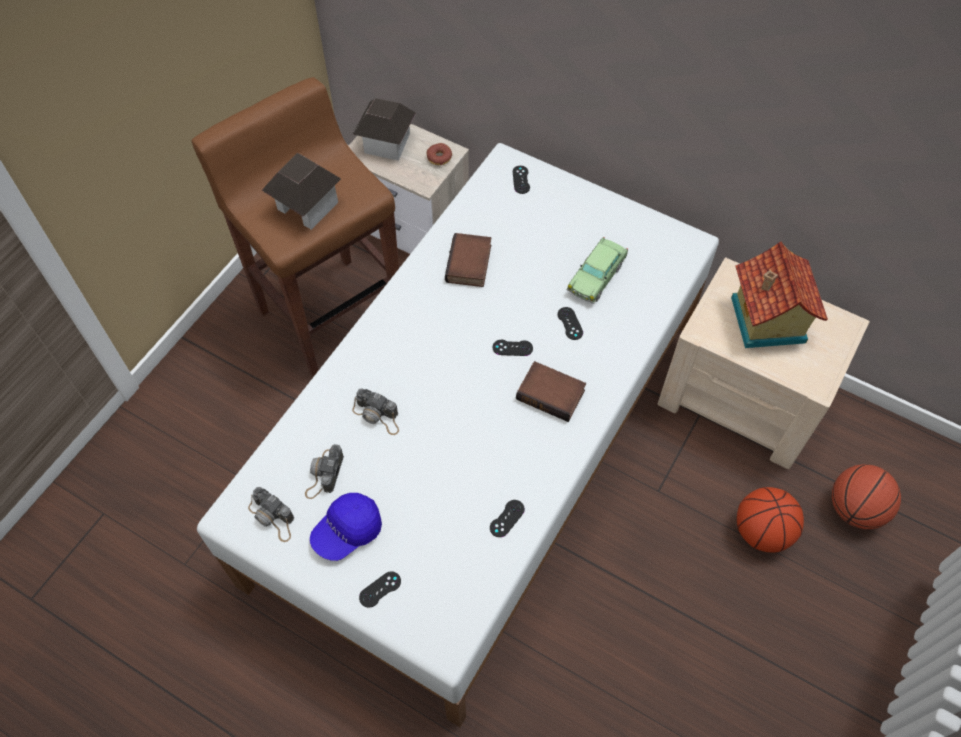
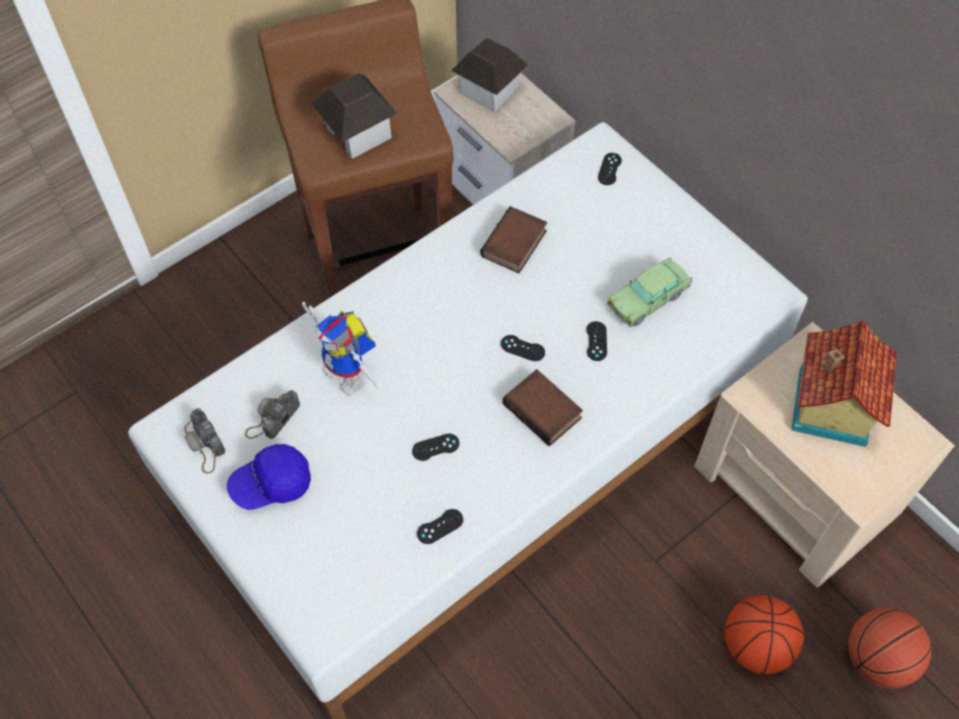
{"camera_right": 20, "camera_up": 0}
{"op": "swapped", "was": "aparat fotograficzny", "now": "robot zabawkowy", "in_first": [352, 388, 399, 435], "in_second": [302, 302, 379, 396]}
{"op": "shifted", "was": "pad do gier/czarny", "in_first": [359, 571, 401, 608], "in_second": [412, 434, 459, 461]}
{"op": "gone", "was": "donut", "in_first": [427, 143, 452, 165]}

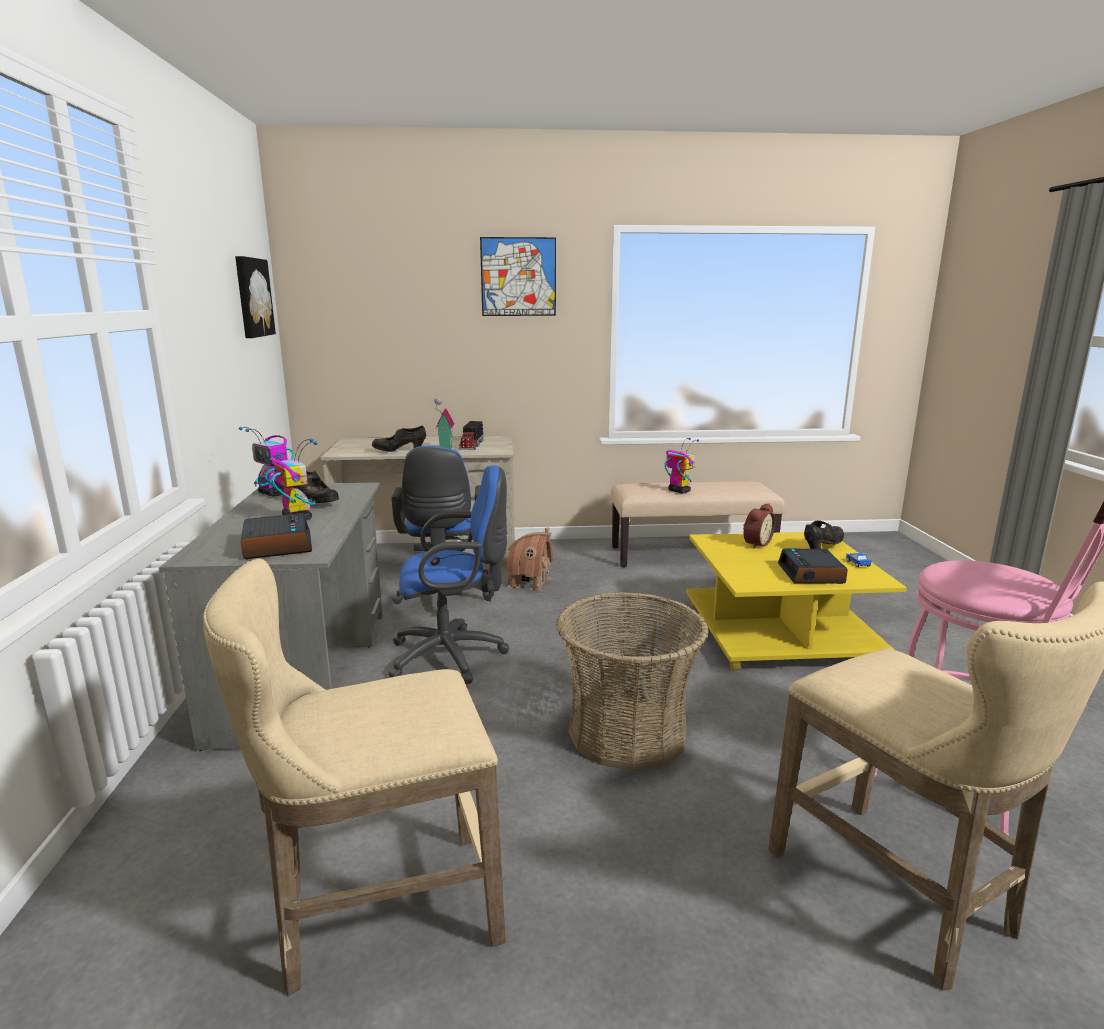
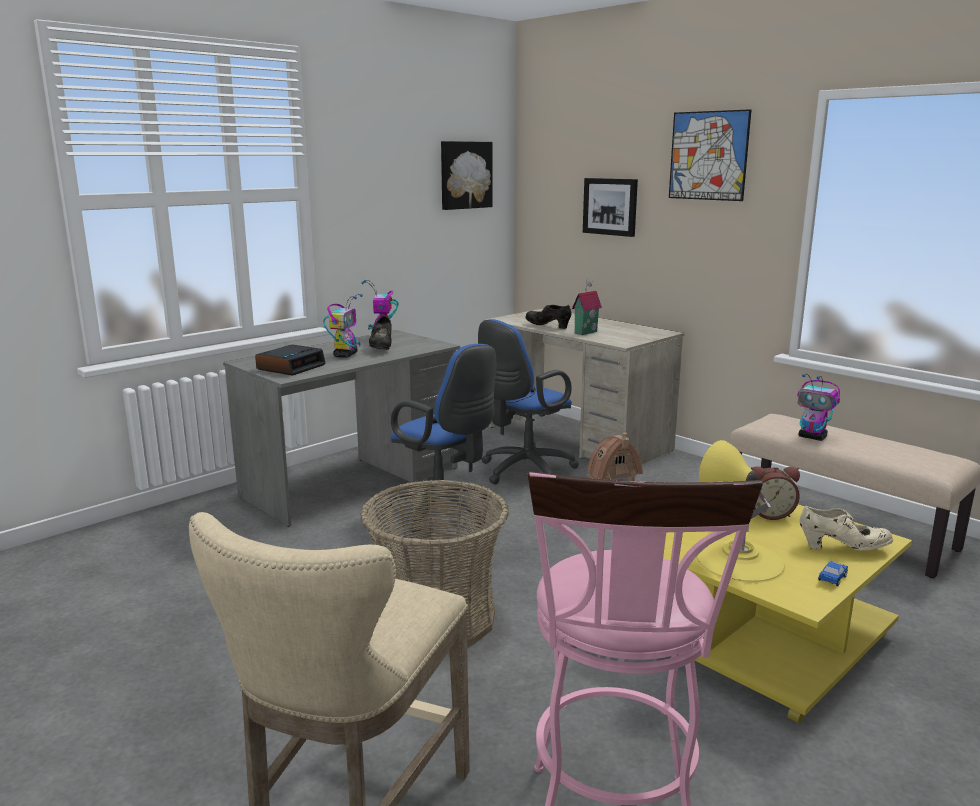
{"camera_right": 50, "camera_up": 0}
{"op": "new", "now": "obraz", "in_second": [583, 178, 638, 237]}
{"op": "swapped", "was": "budzik", "now": "lampa stołowa/żółty", "in_first": [778, 549, 848, 584], "in_second": [695, 440, 785, 583]}
{"op": "rotated", "was": "robot zabawkowy", "in_first": [665, 438, 699, 494], "in_second": [798, 374, 840, 441], "clockwise": 120}
{"op": "repainted", "was": "but/czarny", "now": "but/beżowy", "in_first": [804, 521, 844, 549], "in_second": [800, 506, 893, 551]}
{"op": "gone", "was": "stołek/beżowy", "in_first": [203, 559, 506, 996]}
{"op": "gone", "was": "ciężarówka zabawkowa", "in_first": [459, 421, 484, 450]}

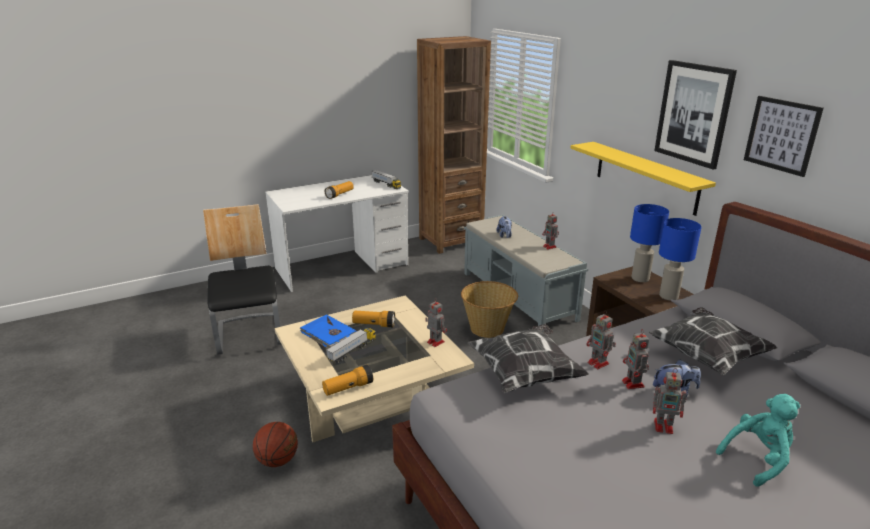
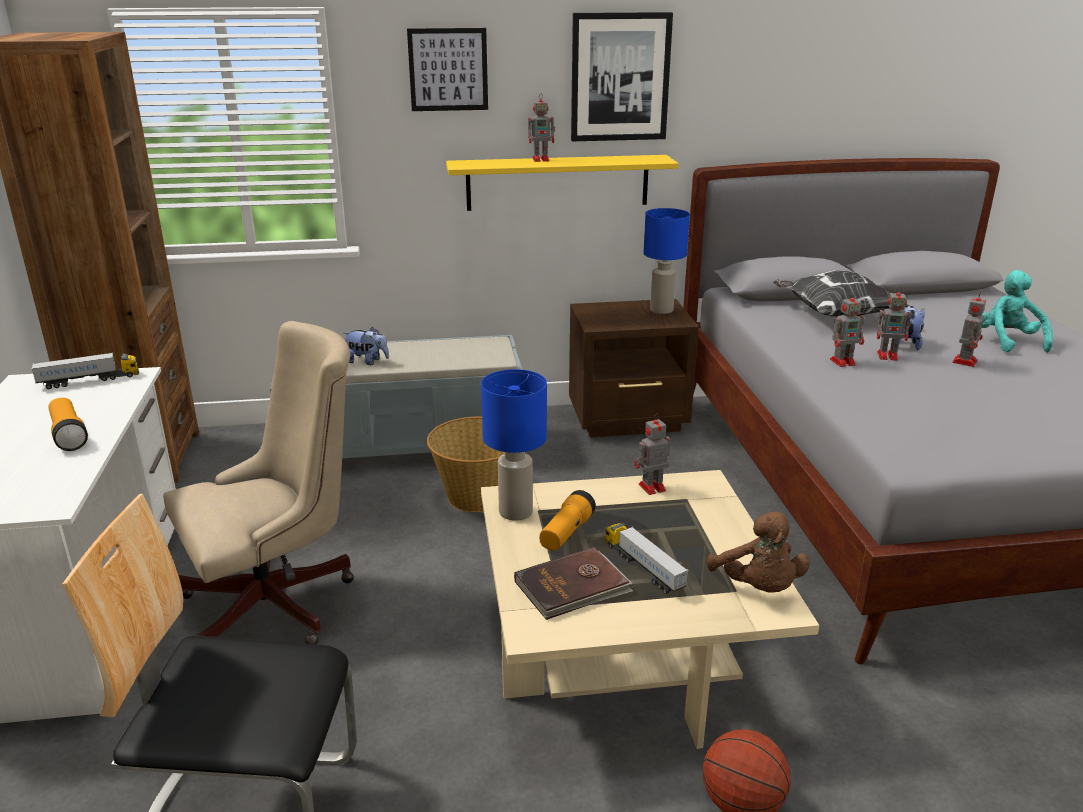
{"camera_right": -70, "camera_up": 0}
{"op": "new", "now": "krzesło biurowe/beżowy", "in_second": [163, 321, 354, 644]}
{"op": "shifted", "was": "obraz", "in_first": [744, 96, 824, 177], "in_second": [407, 28, 488, 111]}
{"op": "shifted", "was": "lampa stołowa/niebieski", "in_first": [630, 204, 669, 282], "in_second": [481, 369, 547, 521]}
{"op": "repainted", "was": "książka/niebieski", "now": "książka/brązowy", "in_first": [300, 314, 357, 349], "in_second": [514, 547, 633, 620]}
{"op": "shifted", "was": "robot zabawkowy", "in_first": [542, 211, 559, 250], "in_second": [528, 93, 555, 162]}
{"op": "swapped", "was": "latarka", "now": "pluszak/brązowy", "in_first": [322, 365, 373, 396], "in_second": [707, 511, 810, 593]}
{"op": "gone", "was": "poduszka", "in_first": [468, 324, 589, 393]}

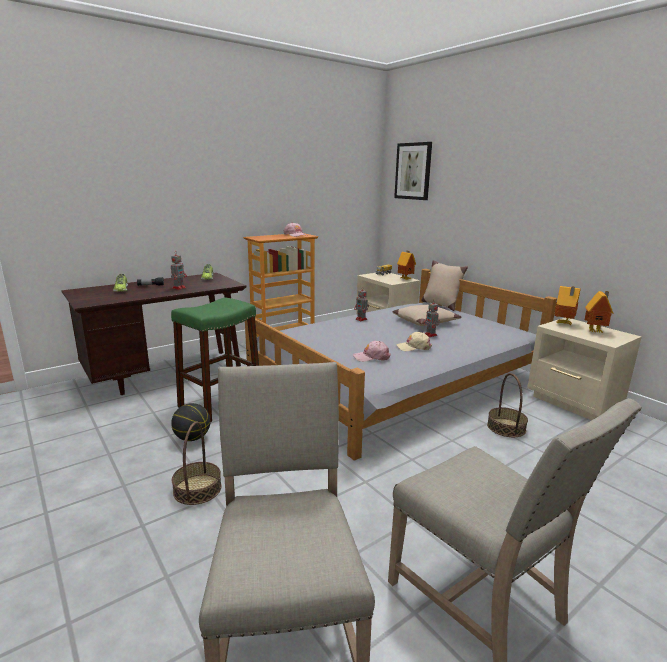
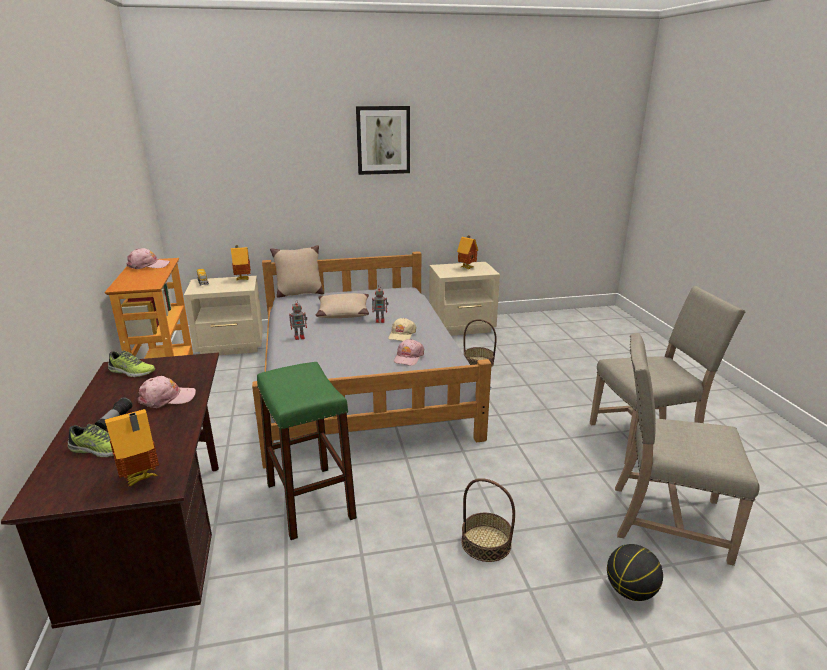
{"camera_right": -65, "camera_up": 5}
{"op": "shifted", "was": "domek", "in_first": [554, 286, 581, 326], "in_second": [105, 409, 159, 486]}
{"op": "swapped", "was": "robot zabawkowy", "now": "czapka z daszkiem/różowy", "in_first": [171, 252, 187, 290], "in_second": [138, 376, 196, 408]}
{"op": "shifted", "was": "obraz", "in_first": [394, 142, 432, 200], "in_second": [356, 106, 410, 175]}
{"op": "shifted", "was": "piłka do koszykówki", "in_first": [171, 403, 210, 441], "in_second": [607, 544, 663, 601]}

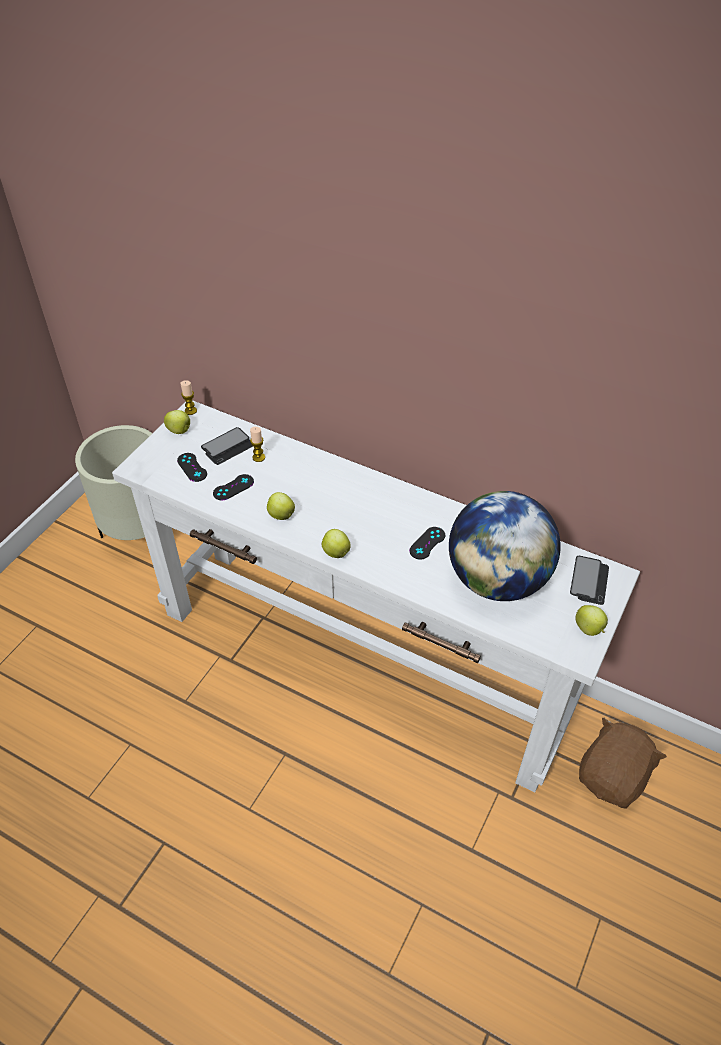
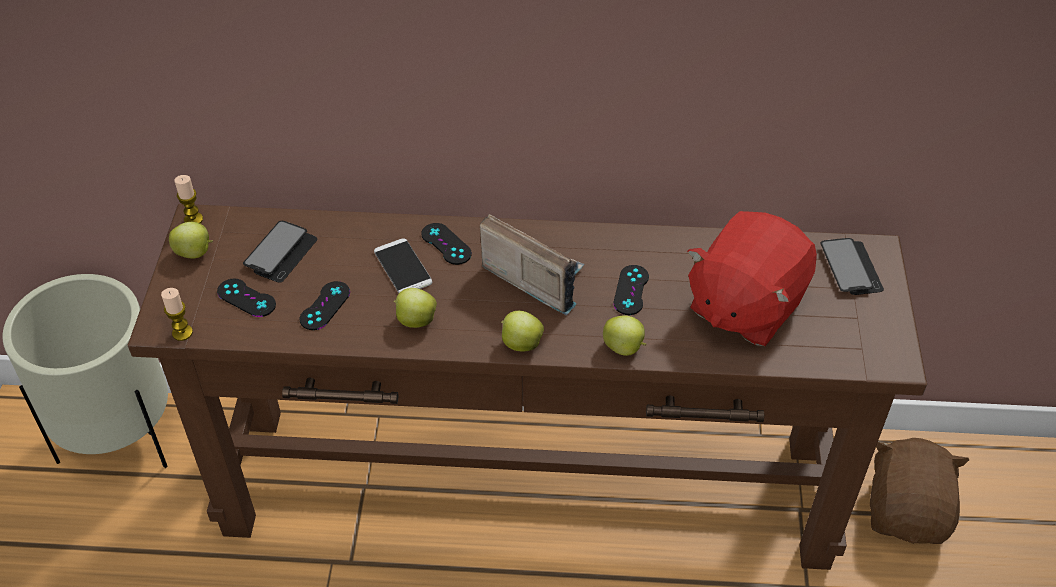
{"camera_right": -25, "camera_up": 0}
{"op": "repainted", "was": "stolik konsolowy/biały", "now": "stolik konsolowy/brązowy", "in_first": [112, 400, 640, 792], "in_second": [128, 204, 927, 570]}
{"op": "shifted", "was": "świeca", "in_first": [250, 427, 265, 462], "in_second": [161, 288, 193, 341]}
{"op": "new", "now": "telefon", "in_second": [374, 238, 432, 293]}
{"op": "new", "now": "pad do gier/czarny", "in_second": [421, 223, 472, 265]}
{"op": "new", "now": "radio", "in_second": [480, 214, 585, 315]}
{"op": "shifted", "was": "jabłko", "in_first": [575, 605, 608, 636], "in_second": [603, 316, 647, 356]}
{"op": "swapped", "was": "globus", "now": "pluszak/czerwony", "in_first": [449, 491, 561, 601], "in_second": [687, 211, 817, 346]}

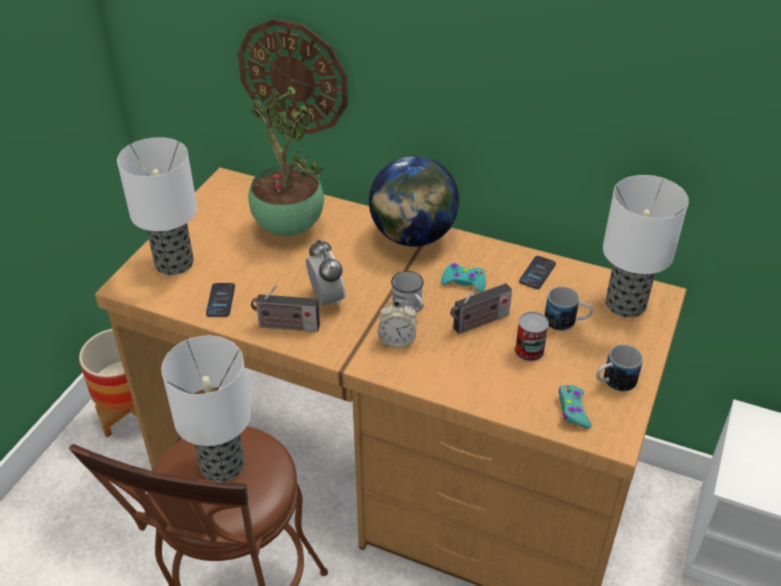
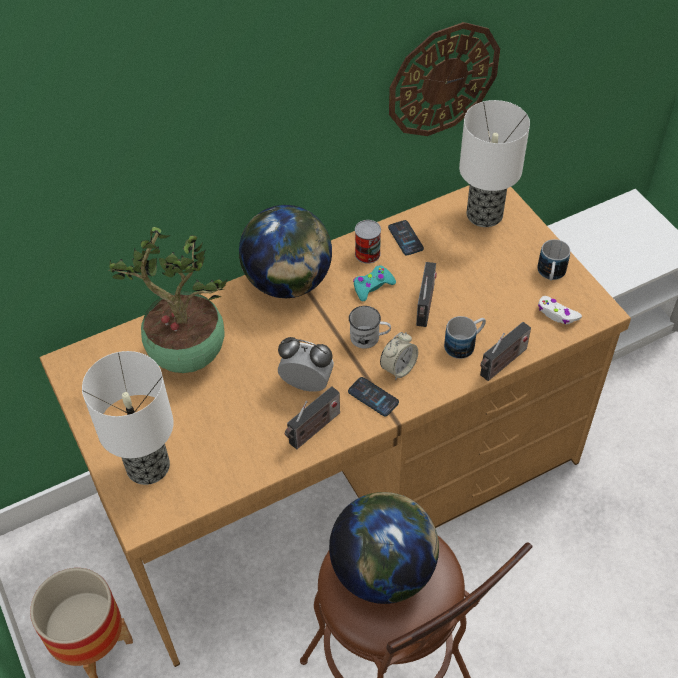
{"camera_right": -50, "camera_up": 10}
{"op": "swapped", "was": "lampa stołowa", "now": "globus", "in_first": [161, 336, 251, 482], "in_second": [329, 492, 439, 604]}
{"op": "shifted", "was": "telefon", "in_first": [206, 283, 235, 317], "in_second": [348, 377, 399, 416]}
{"op": "shifted", "was": "puszka", "in_first": [515, 311, 549, 362], "in_second": [355, 220, 381, 264]}
{"op": "shifted", "was": "zegar ścienny", "in_first": [238, 19, 348, 134], "in_second": [389, 22, 500, 136]}
{"op": "shifted", "was": "kubek", "in_first": [545, 287, 593, 331], "in_second": [444, 316, 486, 359]}
{"op": "new", "now": "radio", "in_second": [480, 322, 531, 381]}
{"op": "repainted", "was": "pad do gier/turkusowy", "now": "pad do gier/biały", "in_first": [559, 385, 592, 429], "in_second": [538, 296, 582, 324]}

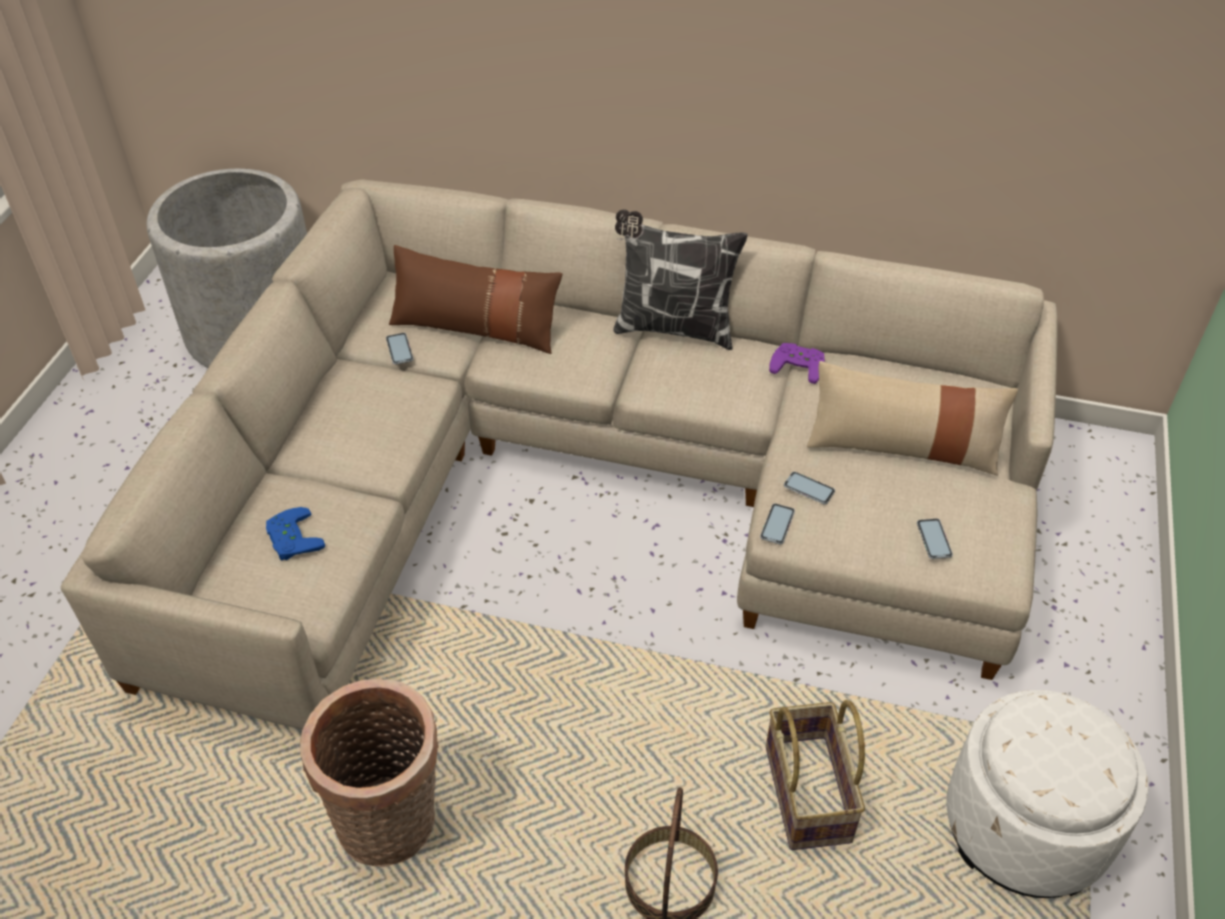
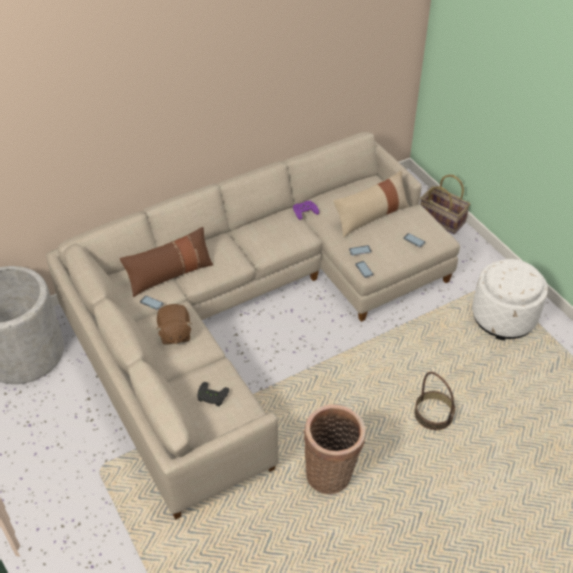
{"camera_right": -45, "camera_up": 0}
{"op": "new", "now": "pluszak/brązowy", "in_second": [156, 304, 192, 345]}
{"op": "repainted", "was": "pad do gier/niebieski", "now": "pad do gier/czarny", "in_first": [266, 507, 325, 560], "in_second": [197, 382, 229, 406]}
{"op": "shifted", "was": "koszyk", "in_first": [766, 700, 865, 850], "in_second": [420, 175, 470, 234]}
{"op": "gone", "was": "poduszka", "in_first": [613, 209, 748, 350]}

